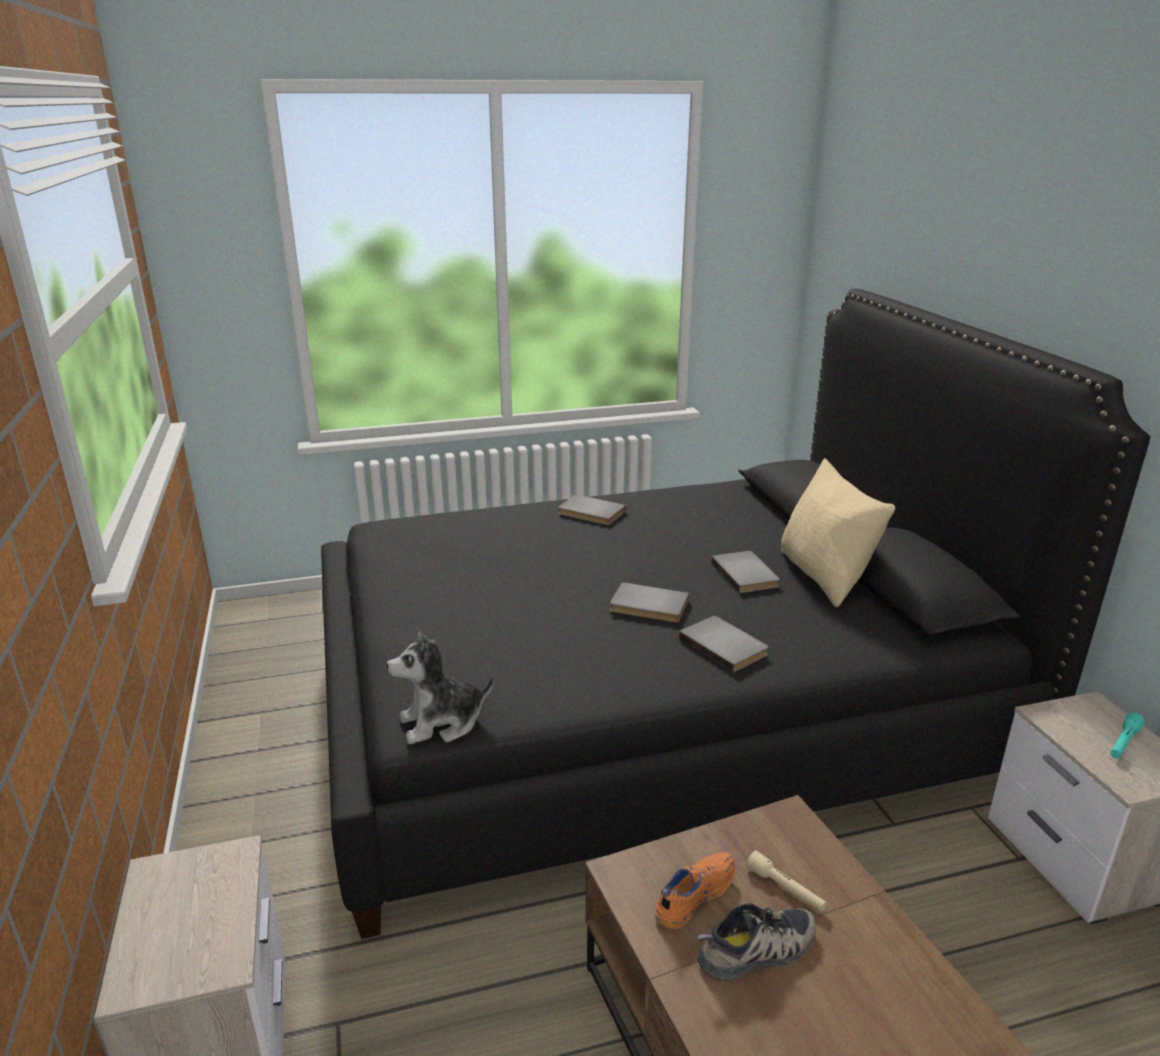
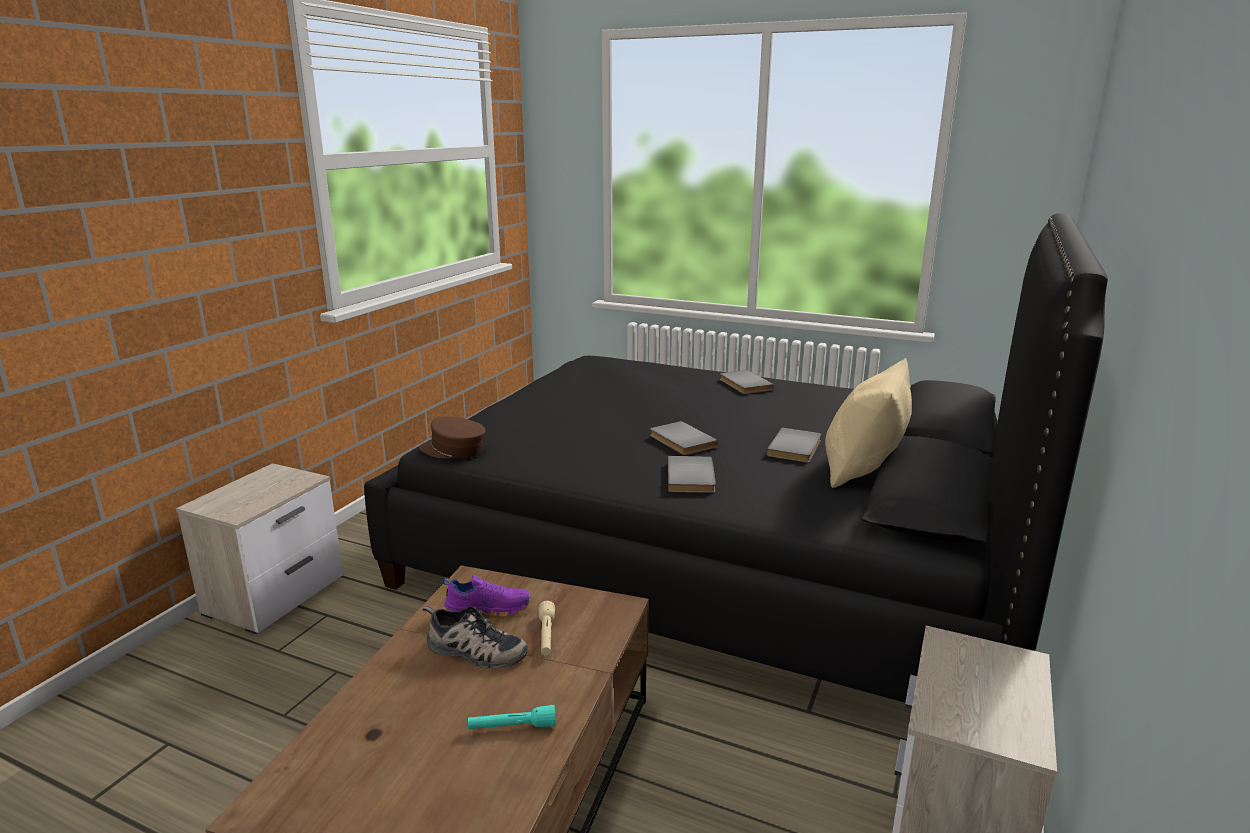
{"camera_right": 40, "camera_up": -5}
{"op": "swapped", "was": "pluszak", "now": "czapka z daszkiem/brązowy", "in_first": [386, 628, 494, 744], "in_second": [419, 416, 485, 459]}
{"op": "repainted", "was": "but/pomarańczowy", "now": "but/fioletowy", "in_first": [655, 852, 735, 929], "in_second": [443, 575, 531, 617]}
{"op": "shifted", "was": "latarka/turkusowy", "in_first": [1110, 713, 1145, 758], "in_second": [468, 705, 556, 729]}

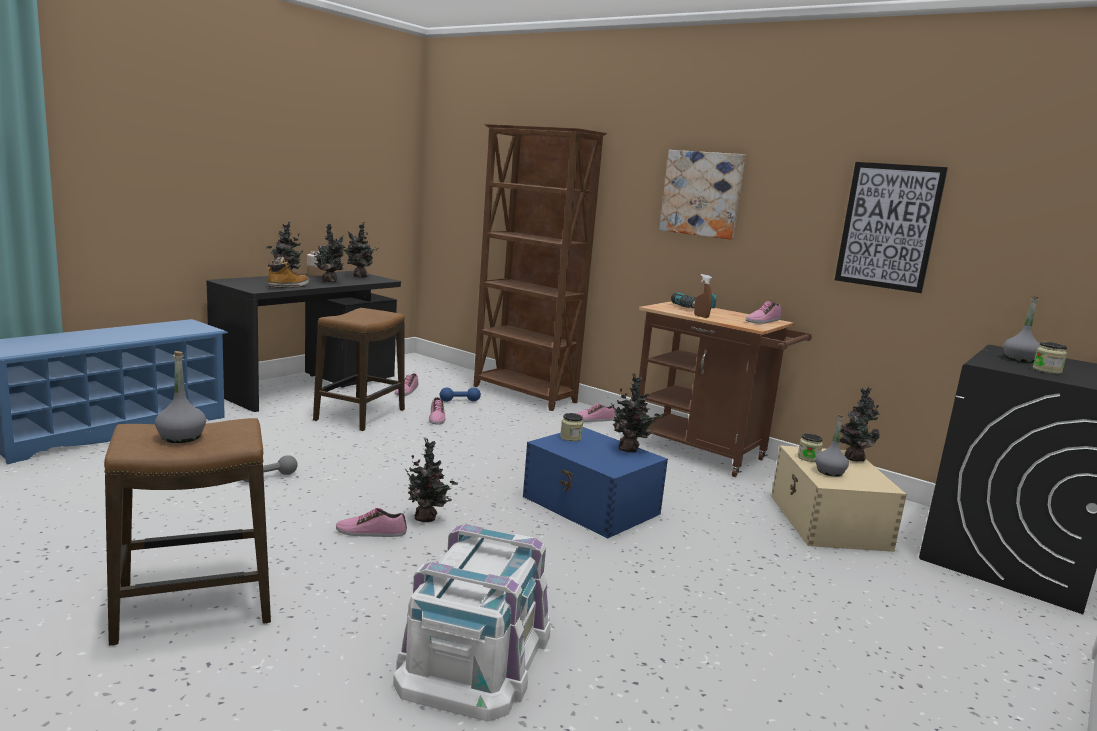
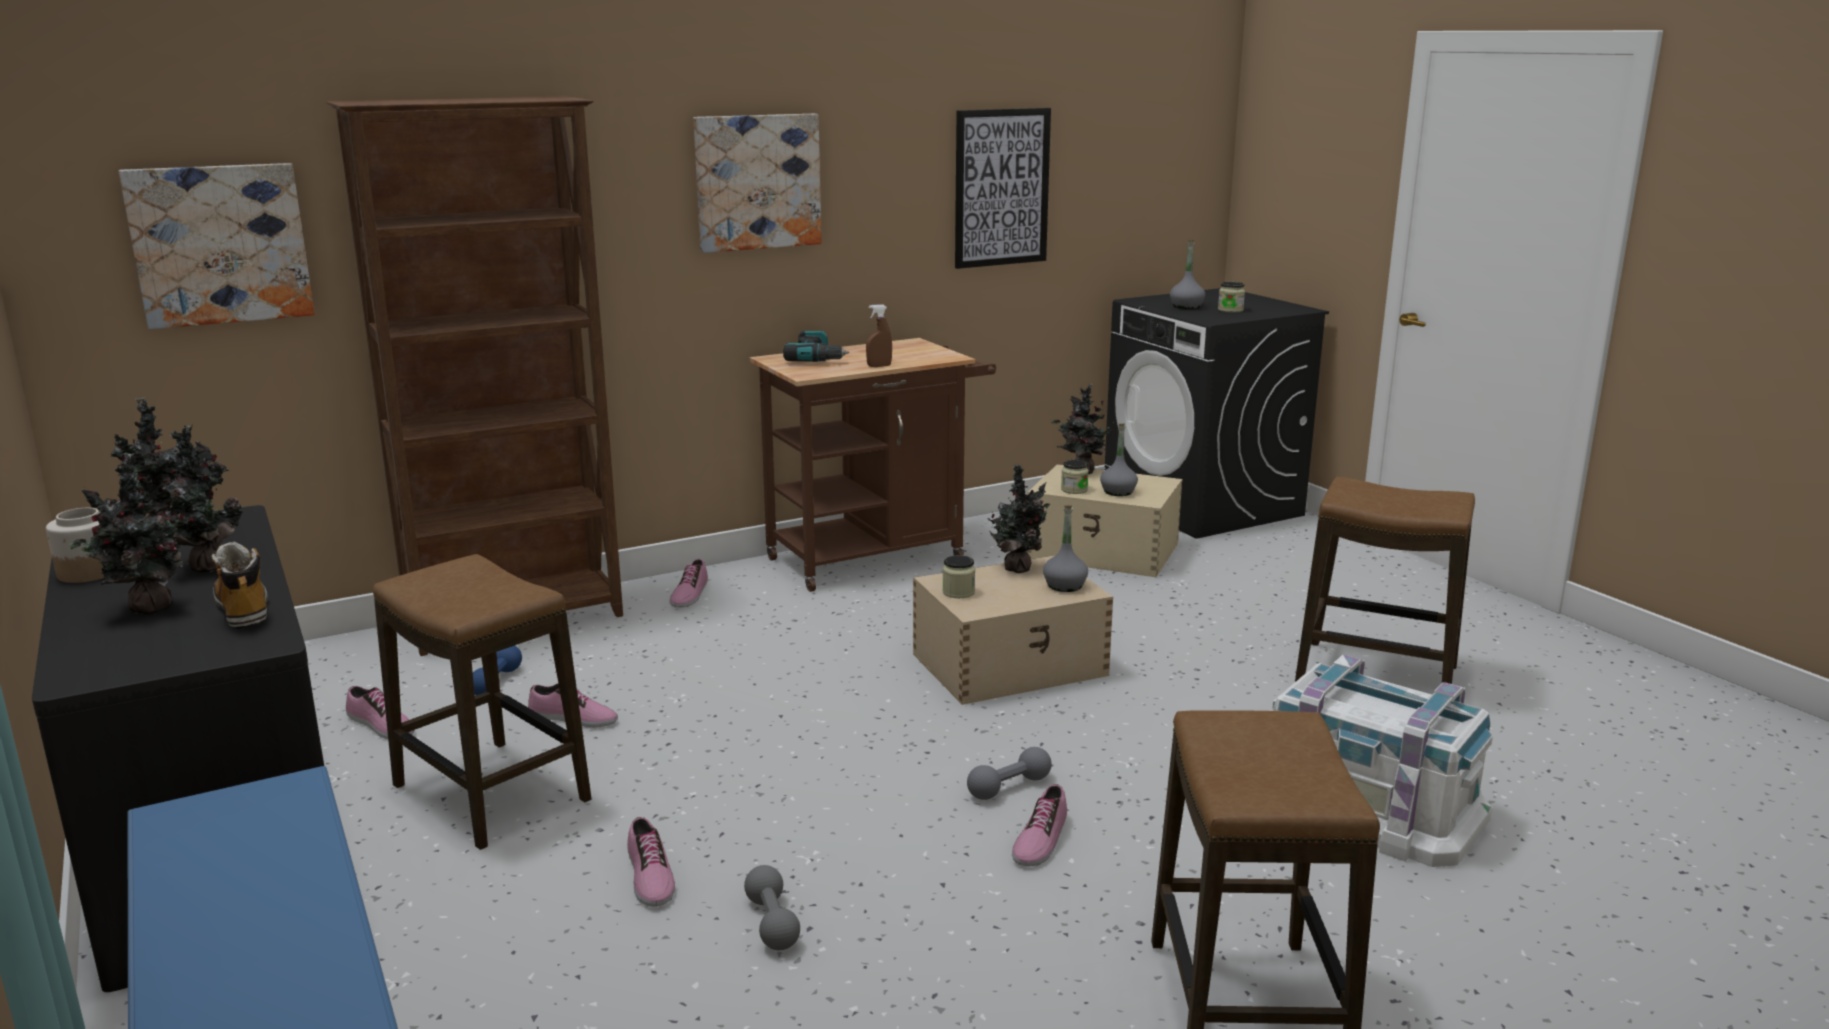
{"camera_right": -65, "camera_up": 5}
{"op": "new", "now": "obraz", "in_second": [119, 163, 314, 329]}
{"op": "shifted", "was": "but", "in_first": [746, 301, 781, 324], "in_second": [627, 817, 675, 907]}
{"op": "repainted", "was": "pojemnik do przechowywania/niebieski", "now": "pojemnik do przechowywania/beżowy", "in_first": [523, 427, 668, 539], "in_second": [913, 555, 1113, 705]}
{"op": "swapped", "was": "roślina doniczkowa", "now": "hantel/szary", "in_first": [406, 438, 458, 522], "in_second": [967, 747, 1052, 800]}
{"op": "shifted", "was": "butelka/szary", "in_first": [155, 351, 206, 443], "in_second": [1043, 505, 1088, 592]}
{"op": "new", "now": "stołek", "in_second": [1295, 476, 1475, 684]}

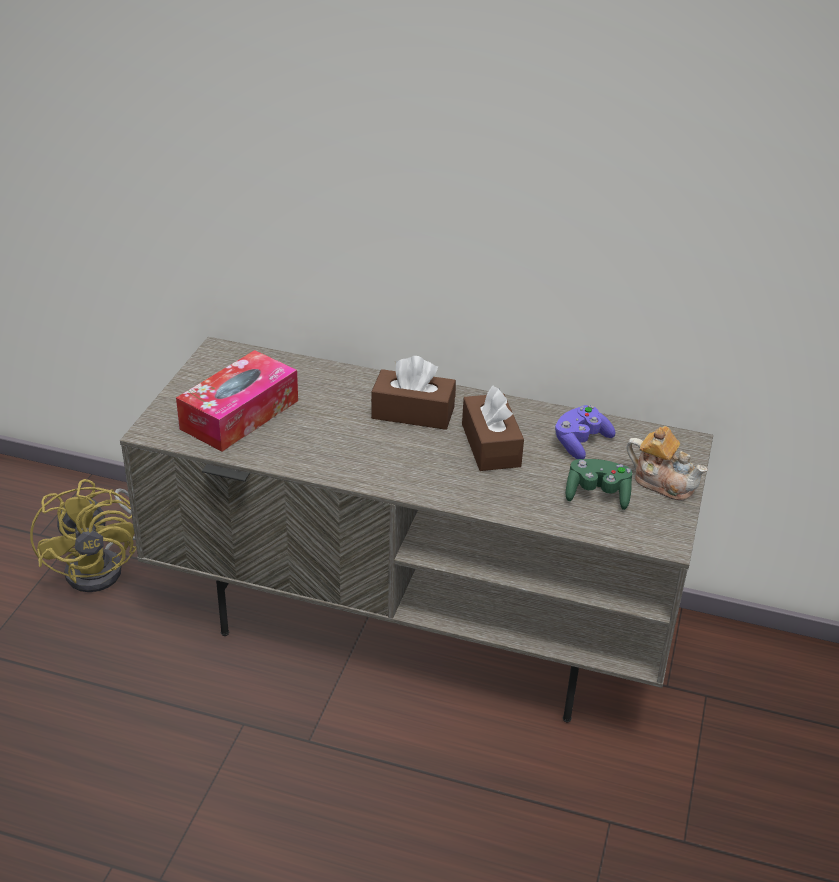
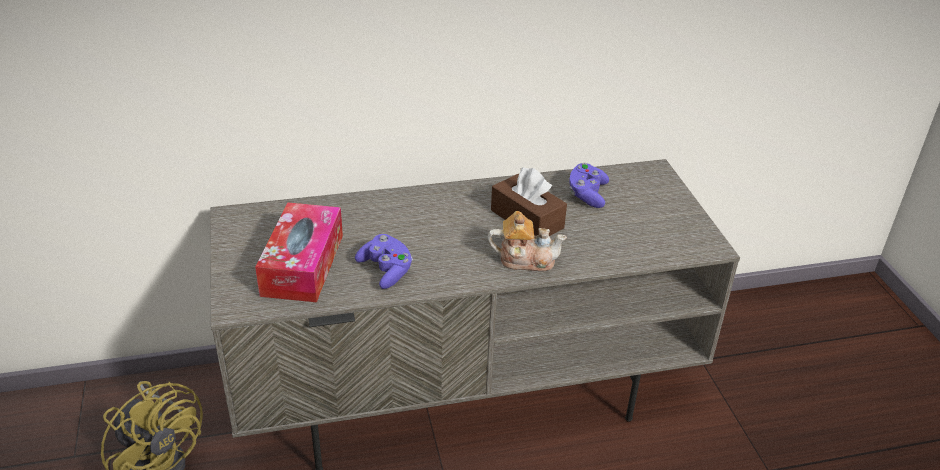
{"camera_right": -30, "camera_up": 0}
{"op": "new", "now": "pad do gier/fioletowy", "in_second": [355, 234, 413, 289]}
{"op": "shifted", "was": "imbryk", "in_first": [626, 426, 707, 501], "in_second": [487, 211, 567, 272]}
{"op": "gone", "was": "pudełko chusteczek/brązowy", "in_first": [371, 356, 456, 430]}
{"op": "gone", "was": "pad do gier/zielony", "in_first": [566, 459, 632, 510]}

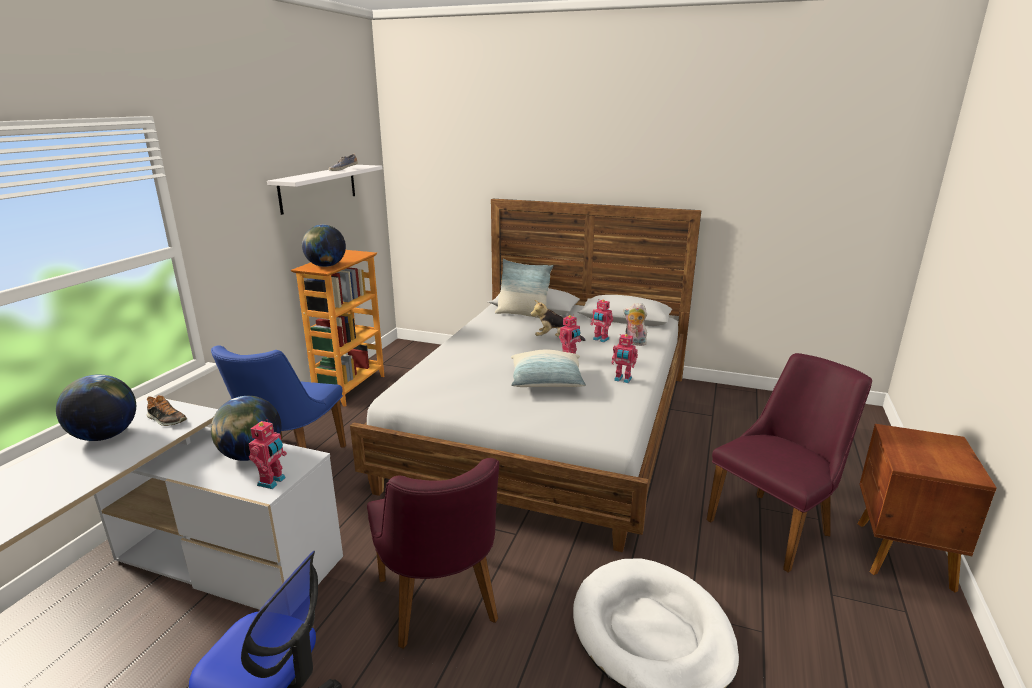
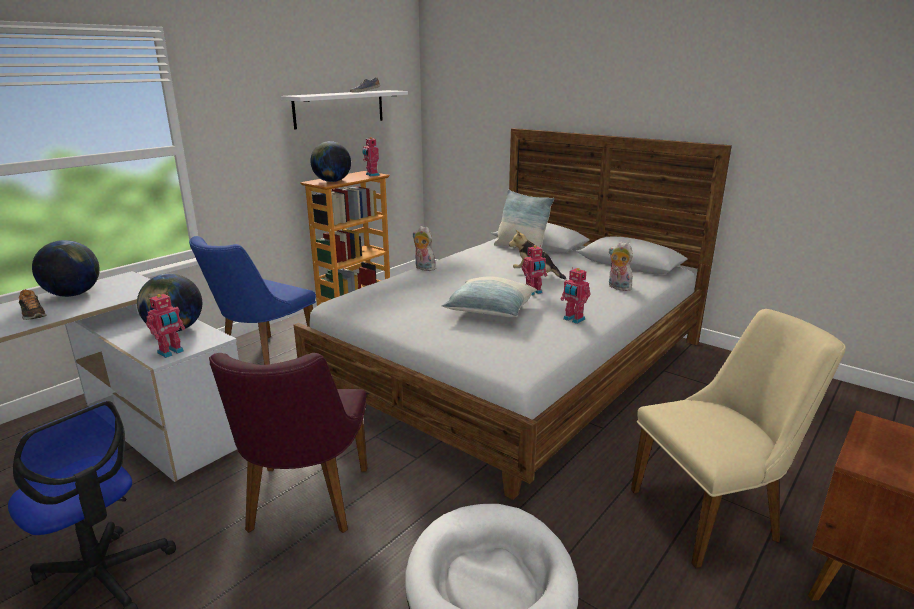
{"camera_right": 20, "camera_up": 0}
{"op": "shifted", "was": "but", "in_first": [147, 395, 187, 426], "in_second": [19, 289, 47, 320]}
{"op": "shifted", "was": "robot zabawkowy", "in_first": [590, 299, 613, 342], "in_second": [362, 137, 380, 176]}
{"op": "new", "now": "pluszak", "in_second": [413, 226, 436, 271]}
{"op": "repainted", "was": "krzesło/fioletowy", "now": "krzesło/beżowy", "in_first": [707, 353, 872, 573], "in_second": [631, 309, 846, 568]}

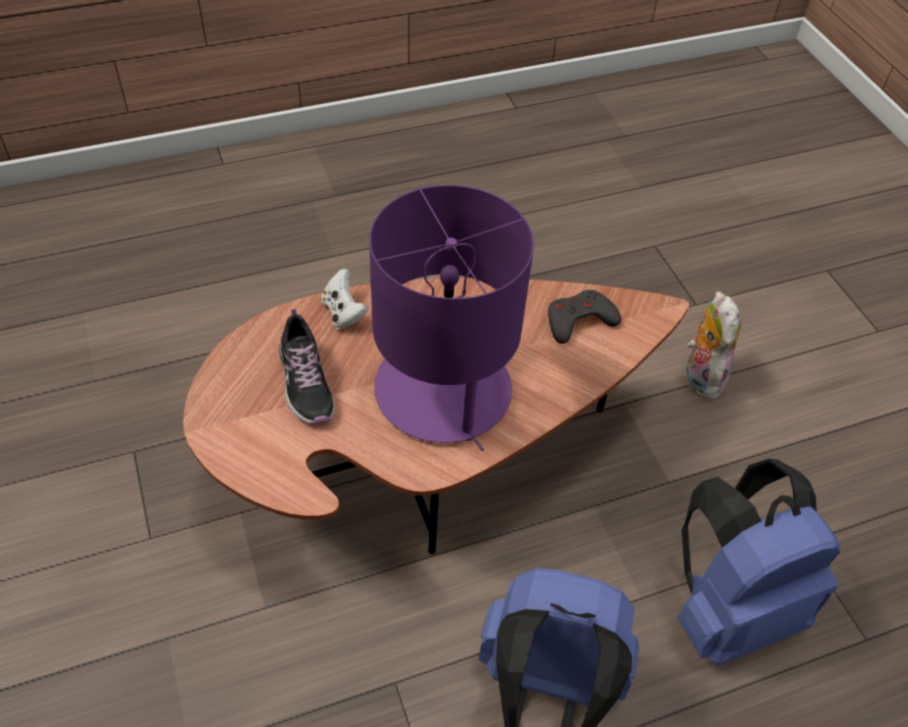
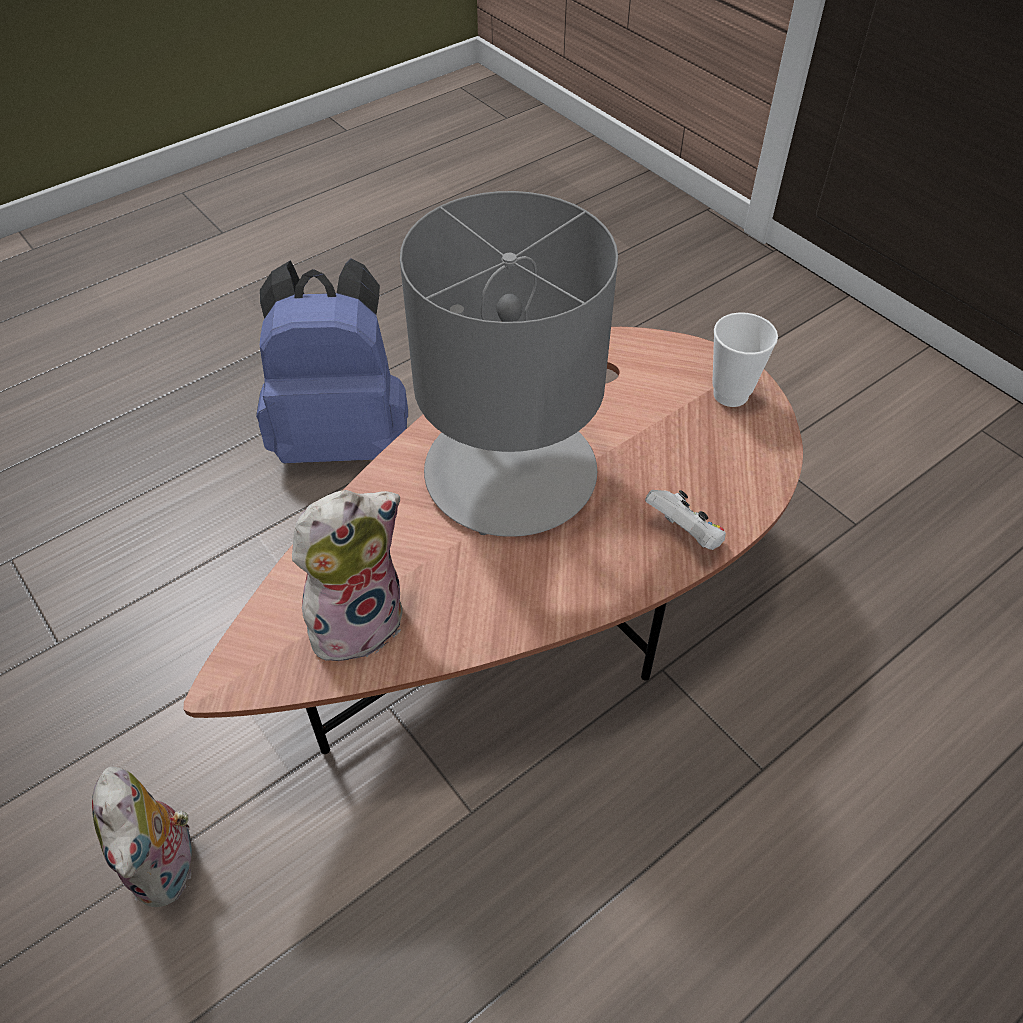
{"camera_right": 165, "camera_up": 0}
{"op": "swapped", "was": "pad do gier/szary", "now": "pluszak", "in_first": [548, 290, 621, 344], "in_second": [292, 490, 403, 669]}
{"op": "repainted", "was": "lampa stołowa/fioletowy", "now": "lampa stołowa/szary", "in_first": [369, 185, 534, 451], "in_second": [400, 191, 618, 537]}
{"op": "new", "now": "filiżanka", "in_second": [712, 312, 778, 407]}
{"op": "gone", "was": "but", "in_first": [279, 309, 335, 424]}
{"op": "gone", "was": "plecak/niebieski", "in_first": [677, 459, 841, 666]}

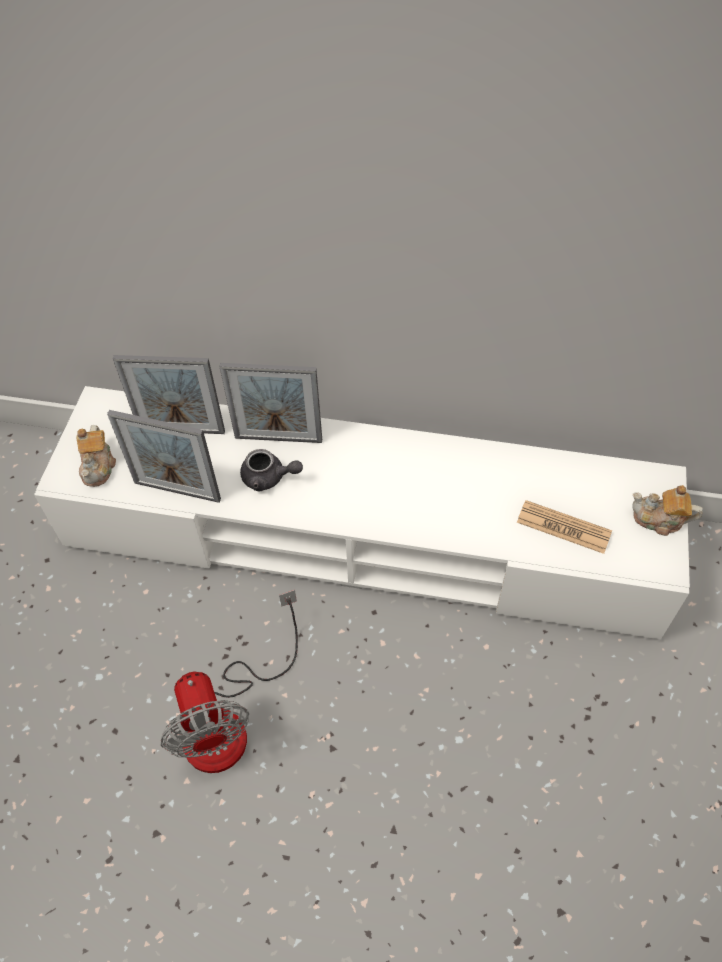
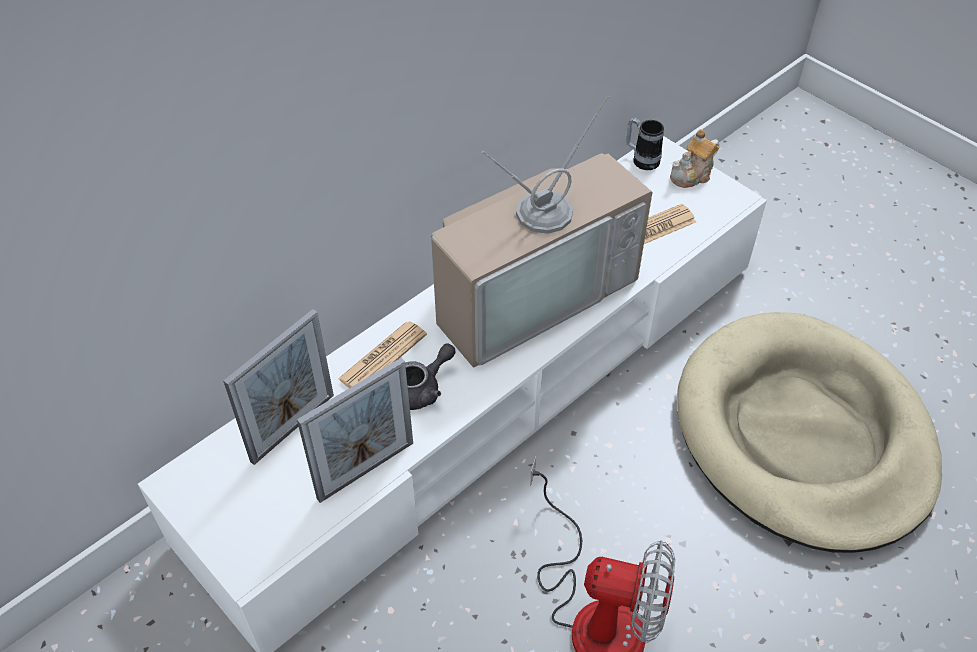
{"camera_right": -55, "camera_up": -5}
{"op": "swapped", "was": "ramka na zdjęcie", "now": "gazeta", "in_first": [219, 363, 322, 443], "in_second": [338, 321, 427, 388]}
{"op": "new", "now": "telewizor", "in_second": [431, 95, 652, 367]}
{"op": "new", "now": "kubek", "in_second": [626, 118, 664, 170]}
{"op": "new", "now": "legowisko/beżowy", "in_second": [677, 312, 942, 553]}
{"op": "gone", "was": "imbryk", "in_first": [76, 425, 116, 487]}

